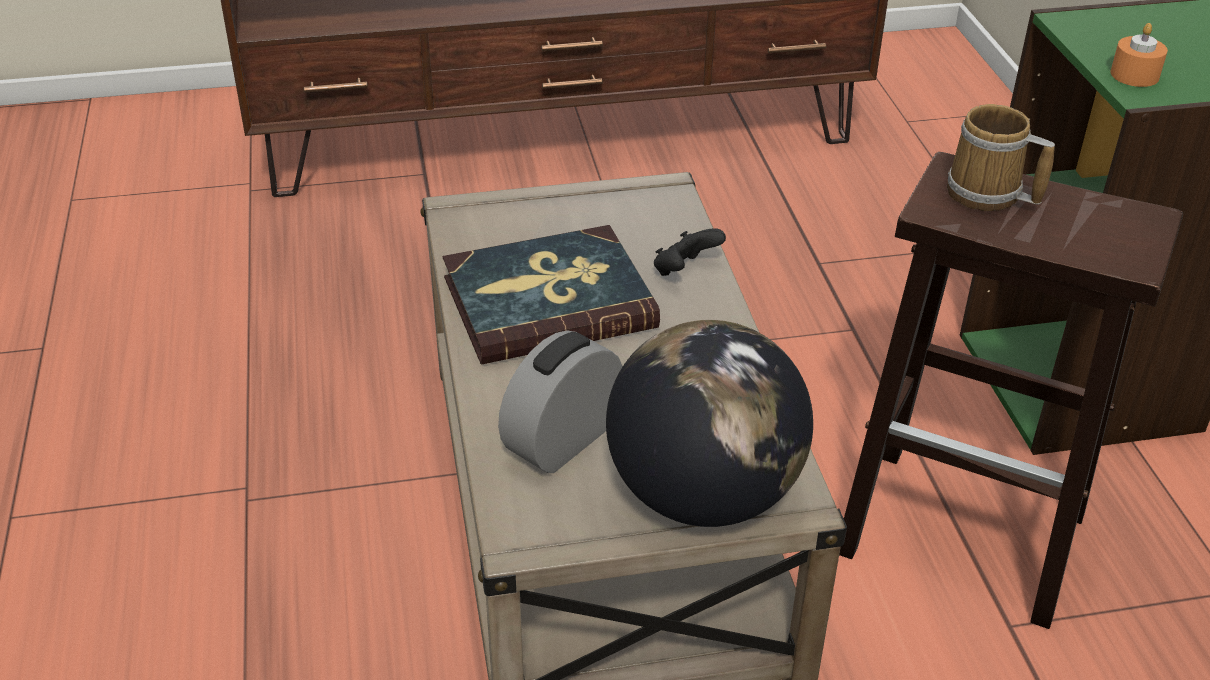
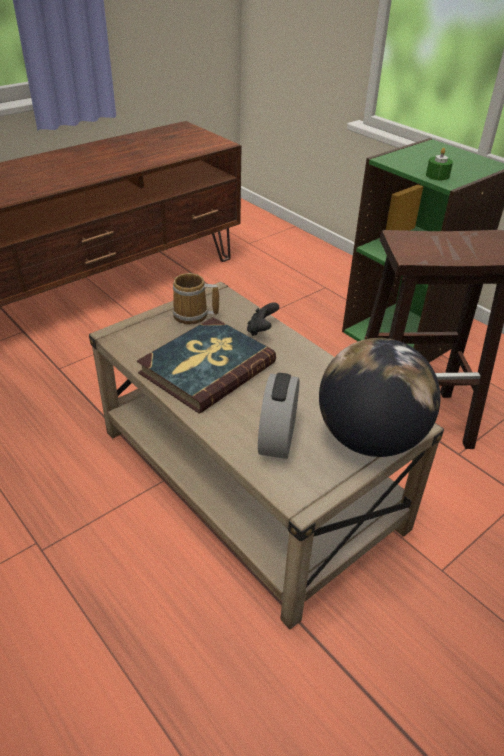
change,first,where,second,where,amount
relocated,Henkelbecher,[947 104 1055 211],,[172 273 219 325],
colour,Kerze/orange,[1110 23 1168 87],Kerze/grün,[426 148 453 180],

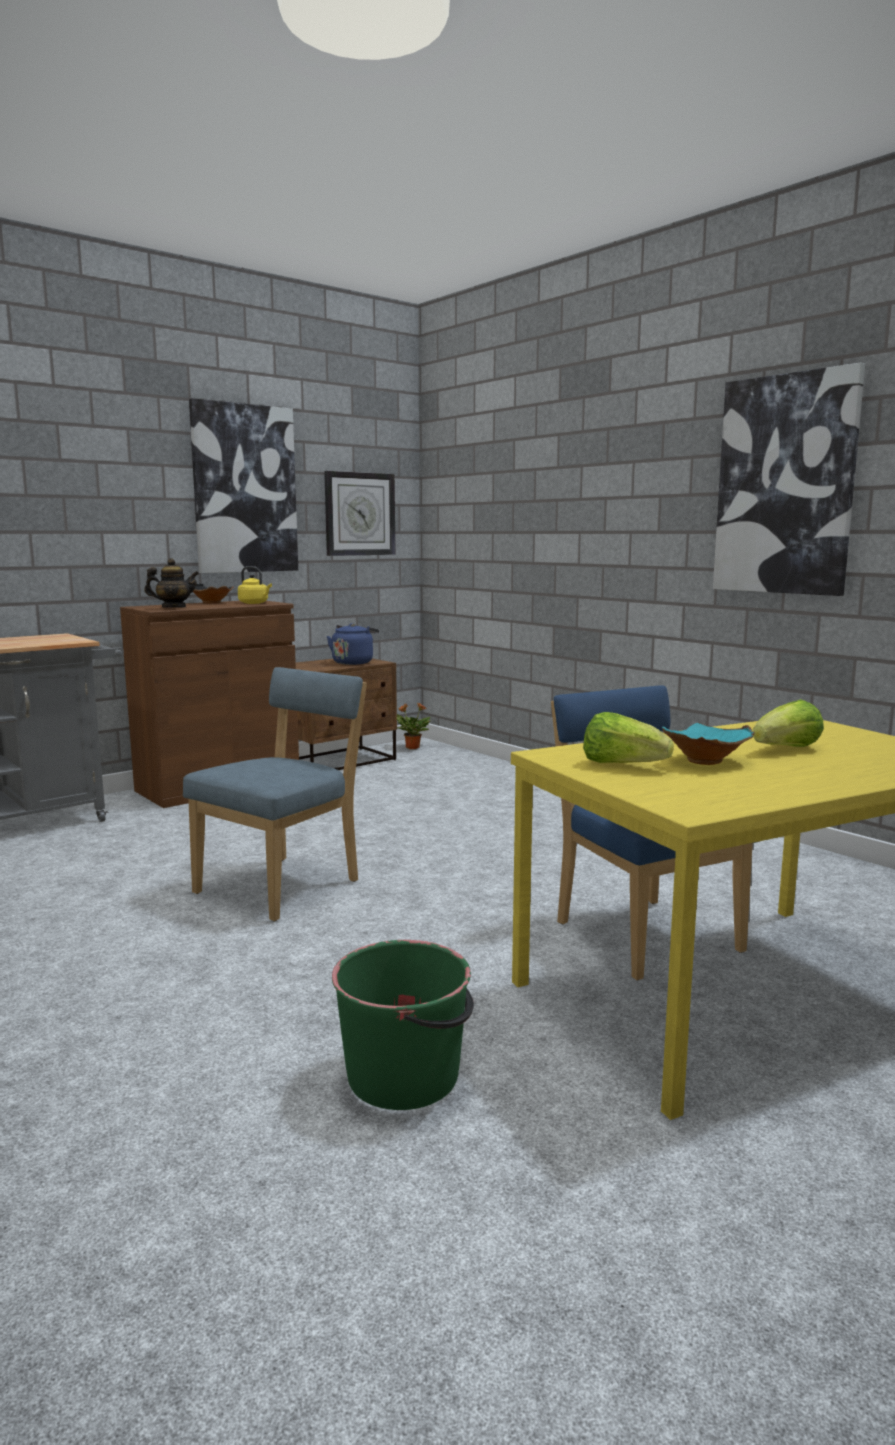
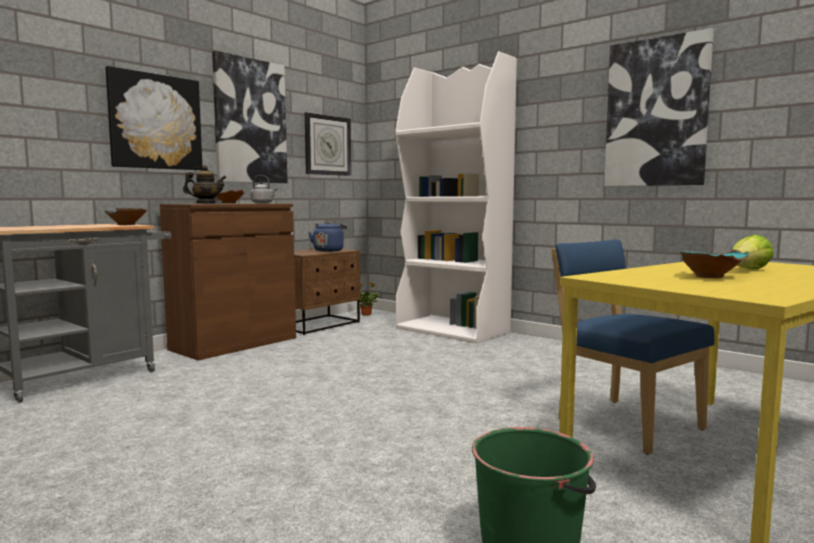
change,first,where,second,where,amount
appeared,,,Schüssel/schwarz,[104 208 147 225],
appeared,,,Bild,[105 66 202 170],
colour,Wasserkessel/gelb,[238 566 272 604],Wasserkessel/grau,[250 175 278 203],
appeared,,,Bücherregal/weiß,[395 51 517 343],
missing,Stuhl/blau,[183 667 367 921],,,
missing,Salatkopf,[583 712 674 763],,,

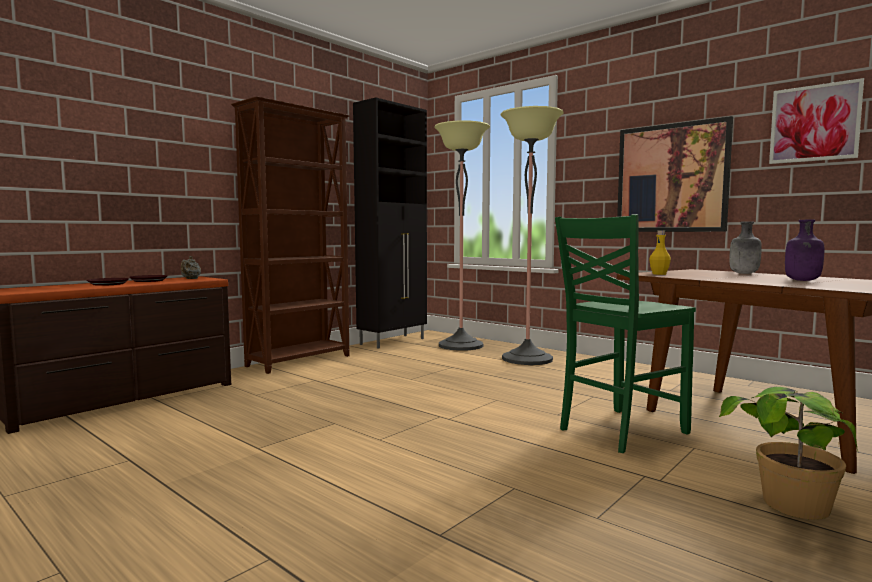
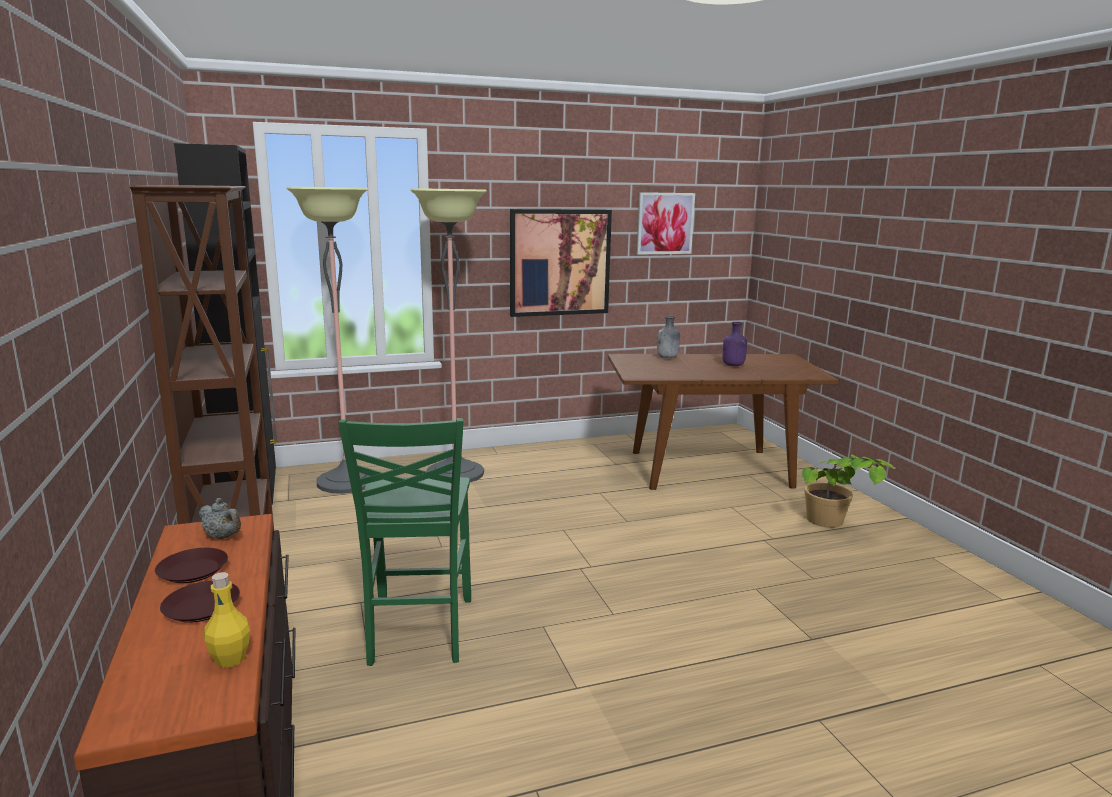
change,first,where,second,where,amount
relocated,Flasche/gelb,[649 230 671 275],,[204 572 250 668],
relocated,Stuhl/grün,[555 214 696 453],,[338 418 471 666],

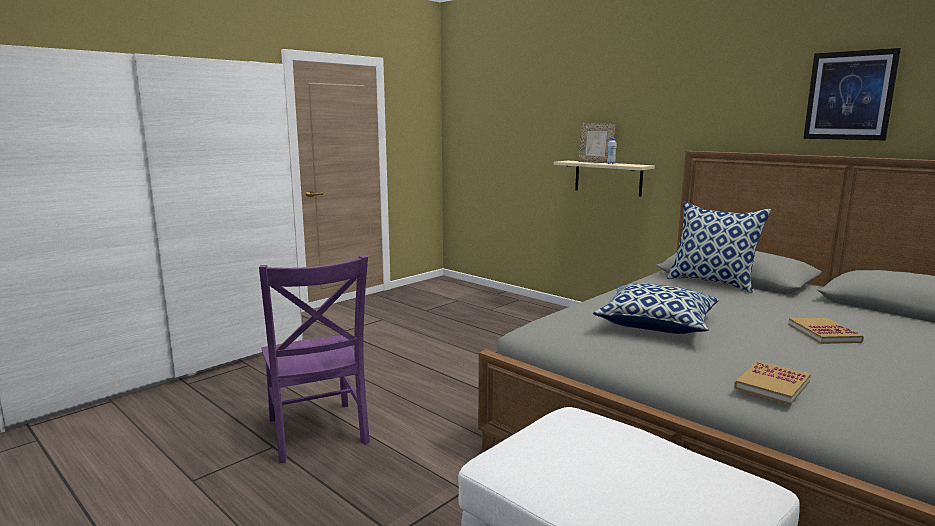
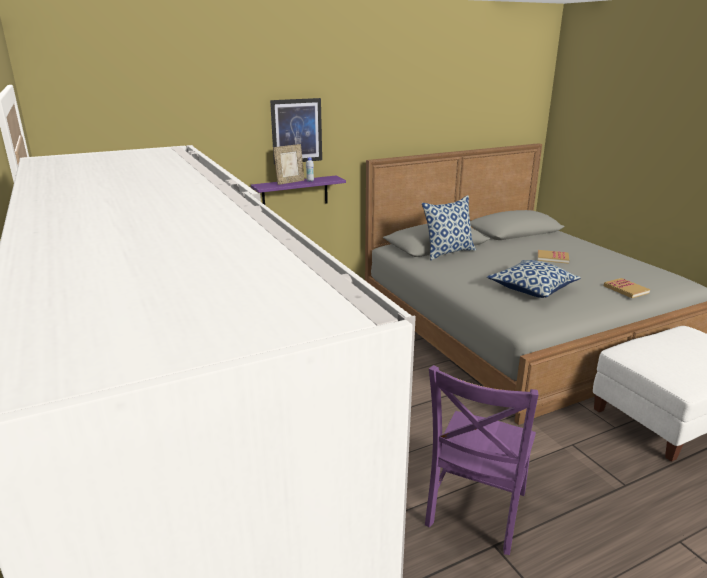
change,first,where,second,where,amount
colour,Wandregal/beige,[554 161 655 197],Wandregal/lila,[251 176 346 205],
relocated,Bild,[803 48 901 140],,[270 98 322 165],
spun,Stuhl/lila,[259 255 370 463],,[425 365 538 555],120 degrees clockwise

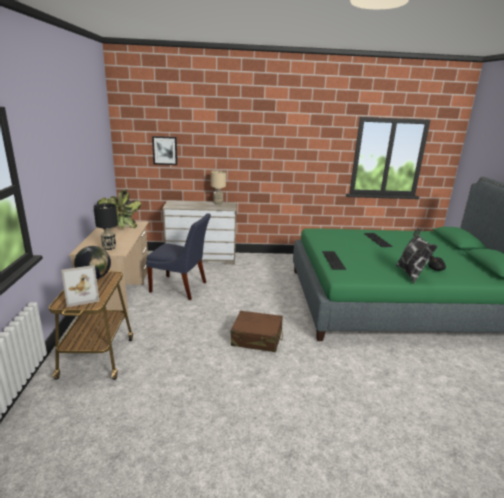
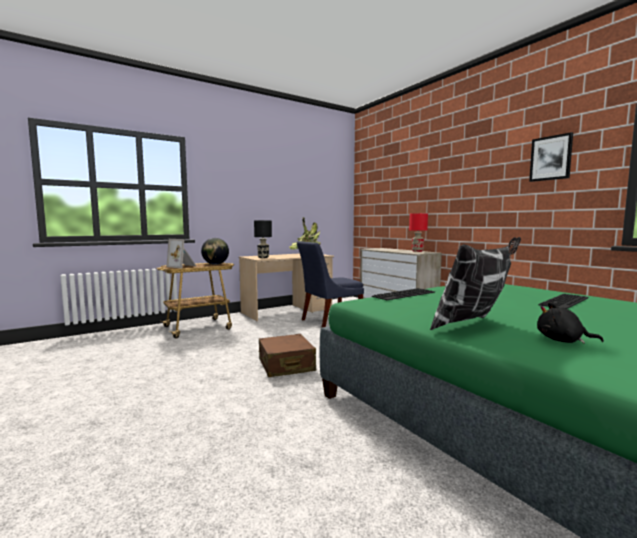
change,first,where,second,where,amount
spun,Stuhl/blau,[146 213 211 300],,[297 241 364 327],75 degrees clockwise
colour,Tischlampe/beige,[211 170 226 205],Tischlampe/rot,[409 213 428 252],
relocated,Bild,[152 136 177 165],,[529 132 573 182],

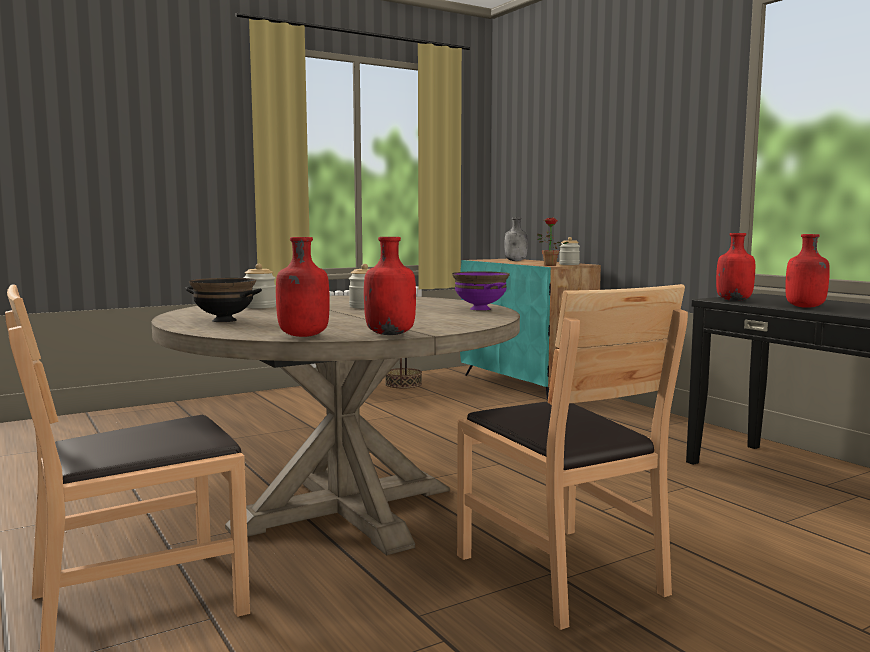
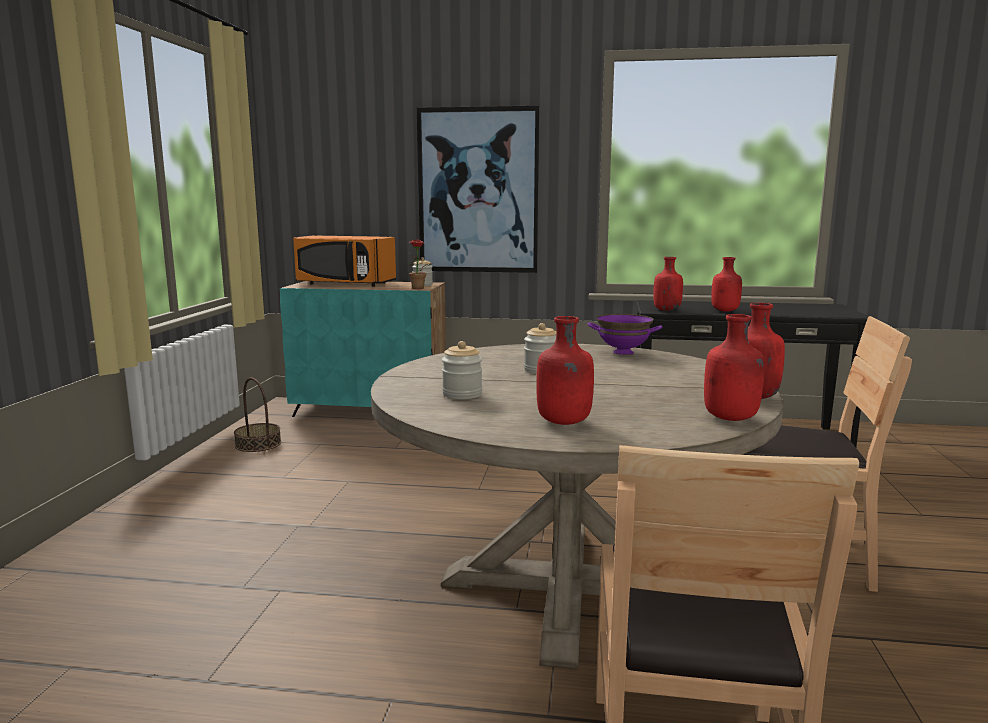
change,first,where,second,where,amount
exchanged,Flasche/grau,[504 218 528 261],Mikrowelle/orange,[293 236 396 287],
appeared,,,Bild,[417 105 539 273],
exchanged,Schüssel/schwarz,[186 278 262 322],Flasche/rot,[536 316 594 425],

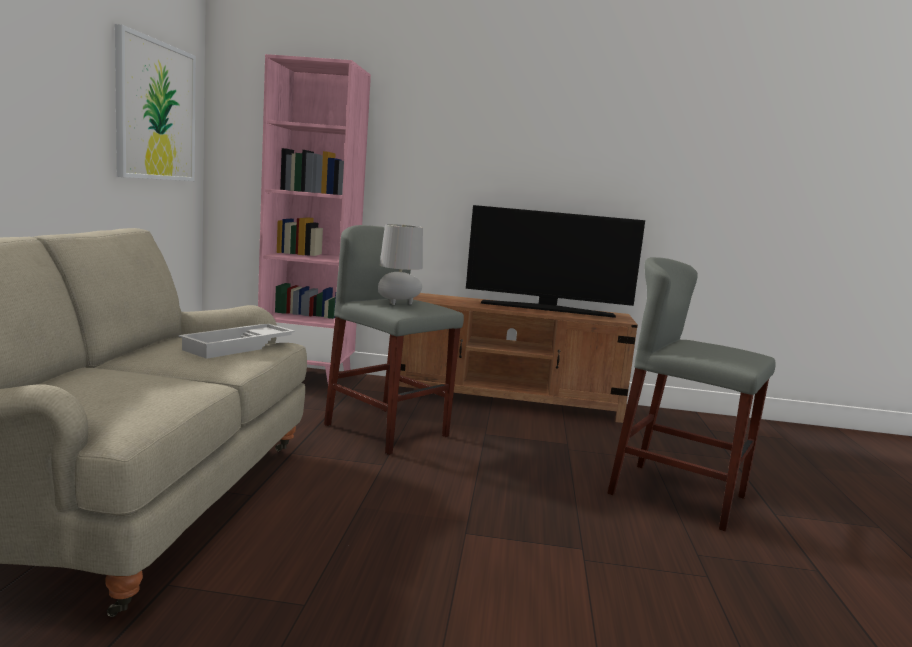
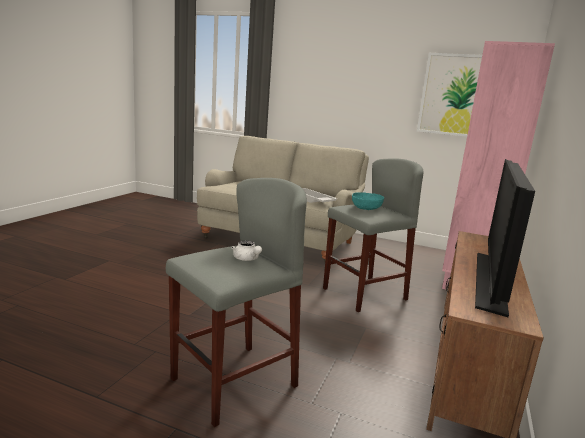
change,first,where,second,where,amount
appeared,,,Teekanne/weiß,[231 241 262 261],
exchanged,Tischlampe/grau,[378 224 423 305],Schüssel/türkis,[352 192 384 210],

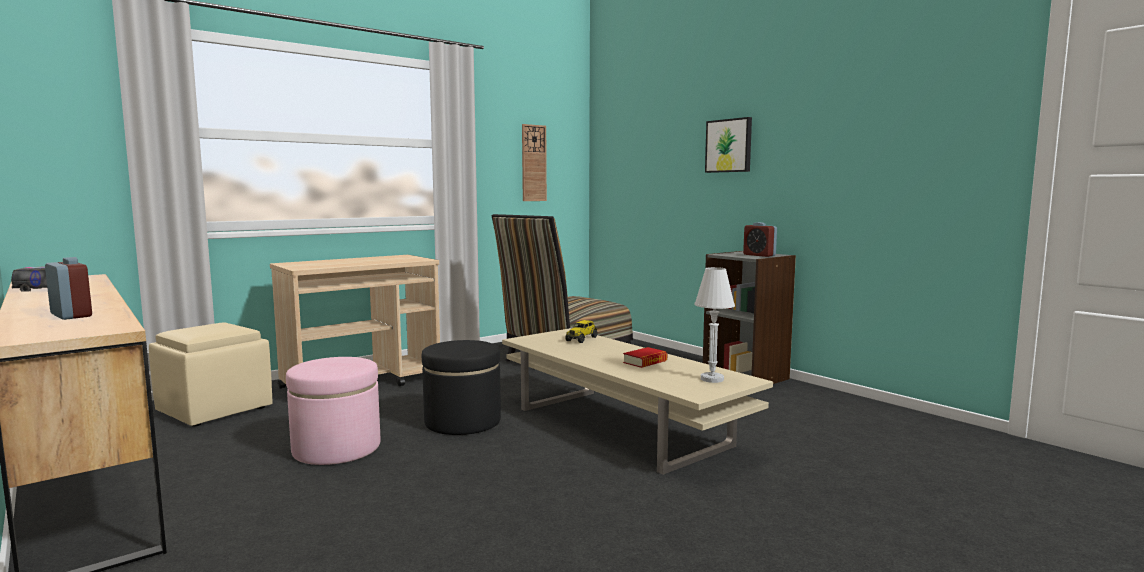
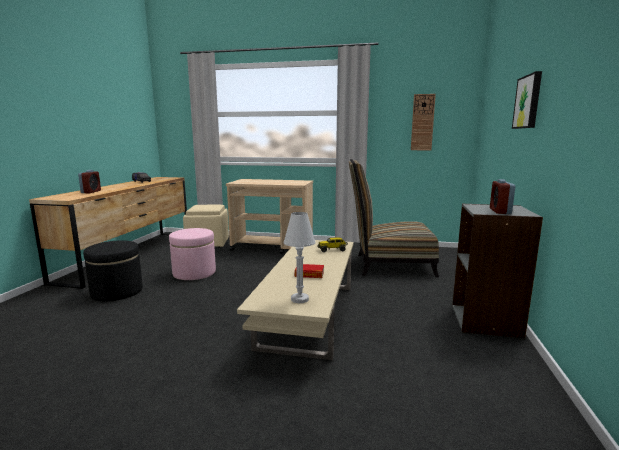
change,first,where,second,where,amount
relocated,Polsterhocker/schwarz,[422 340 501 435],,[83 240 143 301],

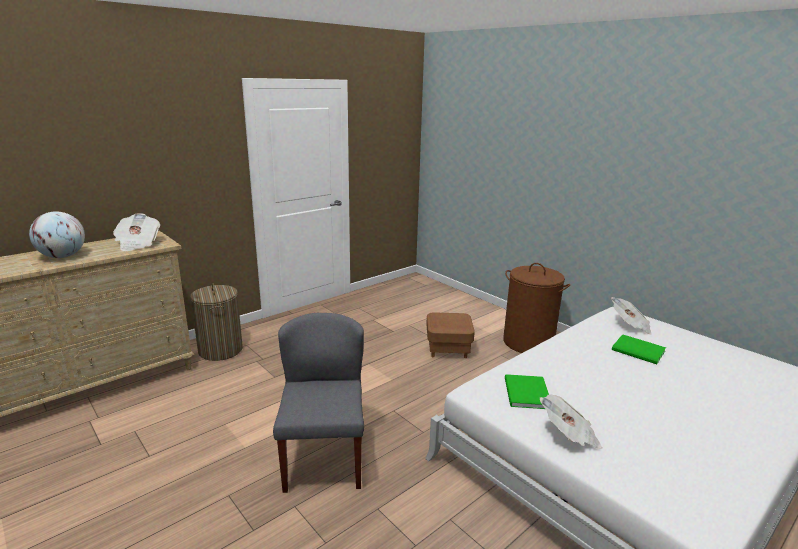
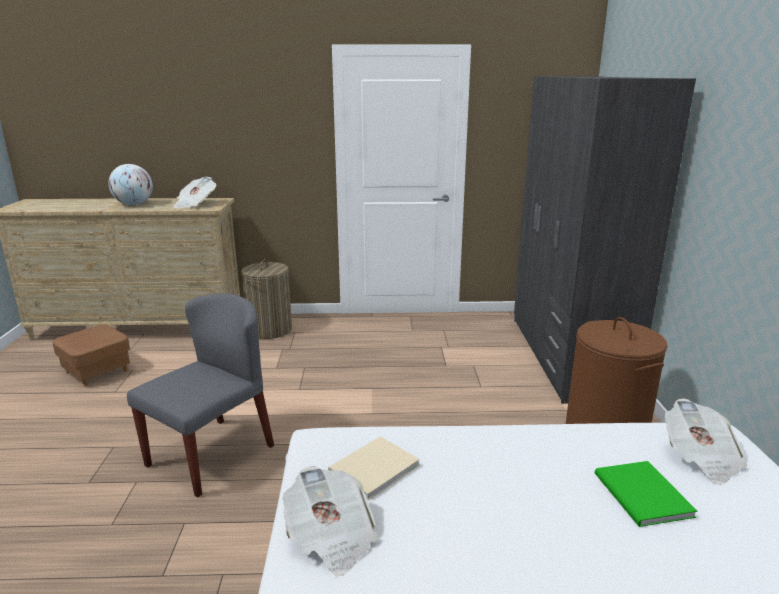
change,first,where,second,where,amount
relocated,Polsterhocker/braun,[426 312 475 358],,[52 324 130 387],
colour,Buch/grün,[505 374 549 409],Buch/beige,[328 436 420 500],
appeared,,,Kleiderschrank/grau,[514 77 696 404],

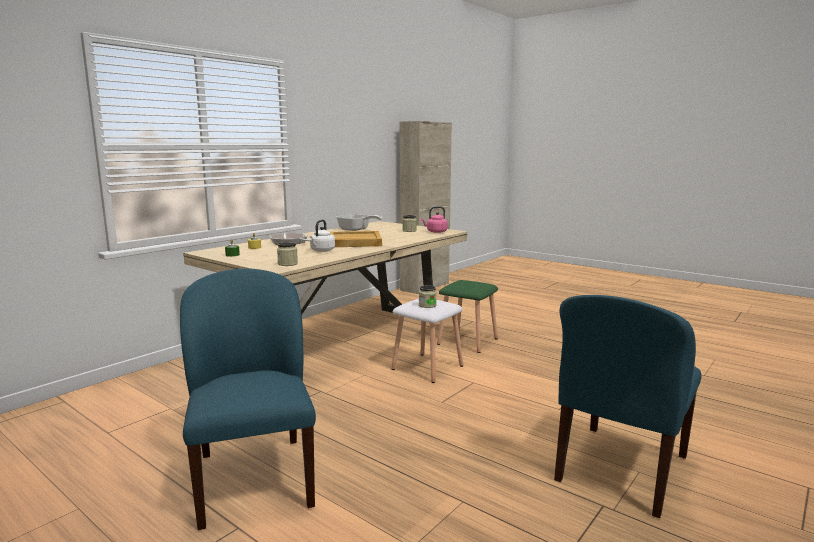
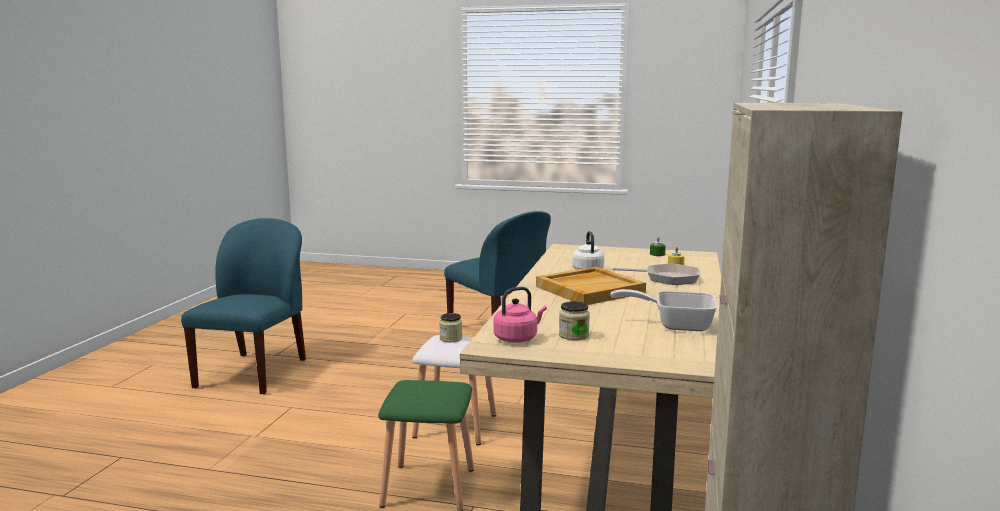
change,first,where,second,where,amount
missing,Vorratsglas,[277 242 298 266],,,

